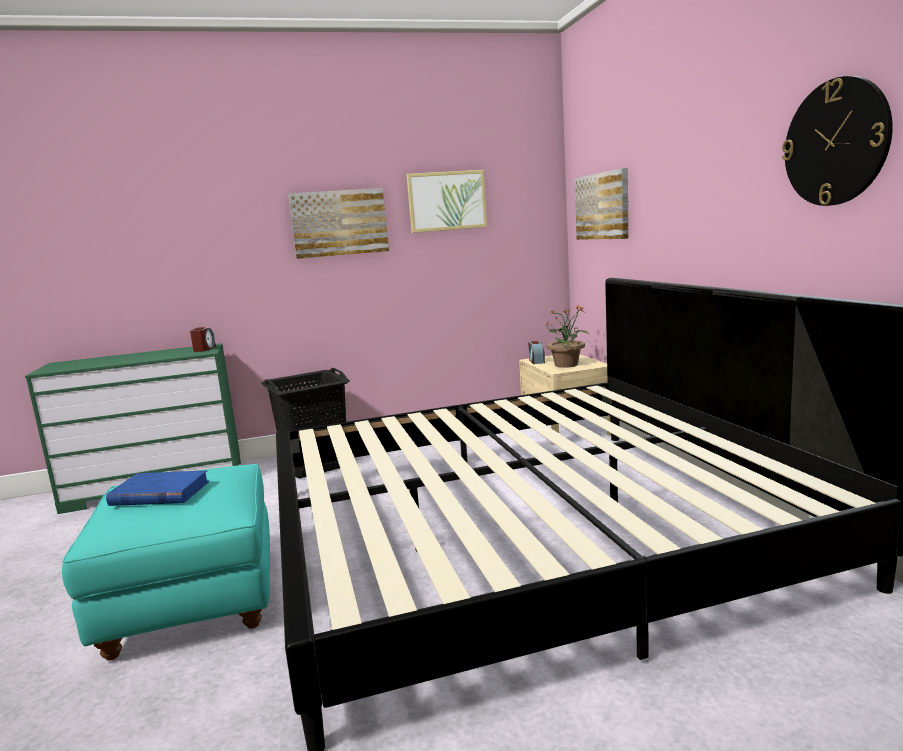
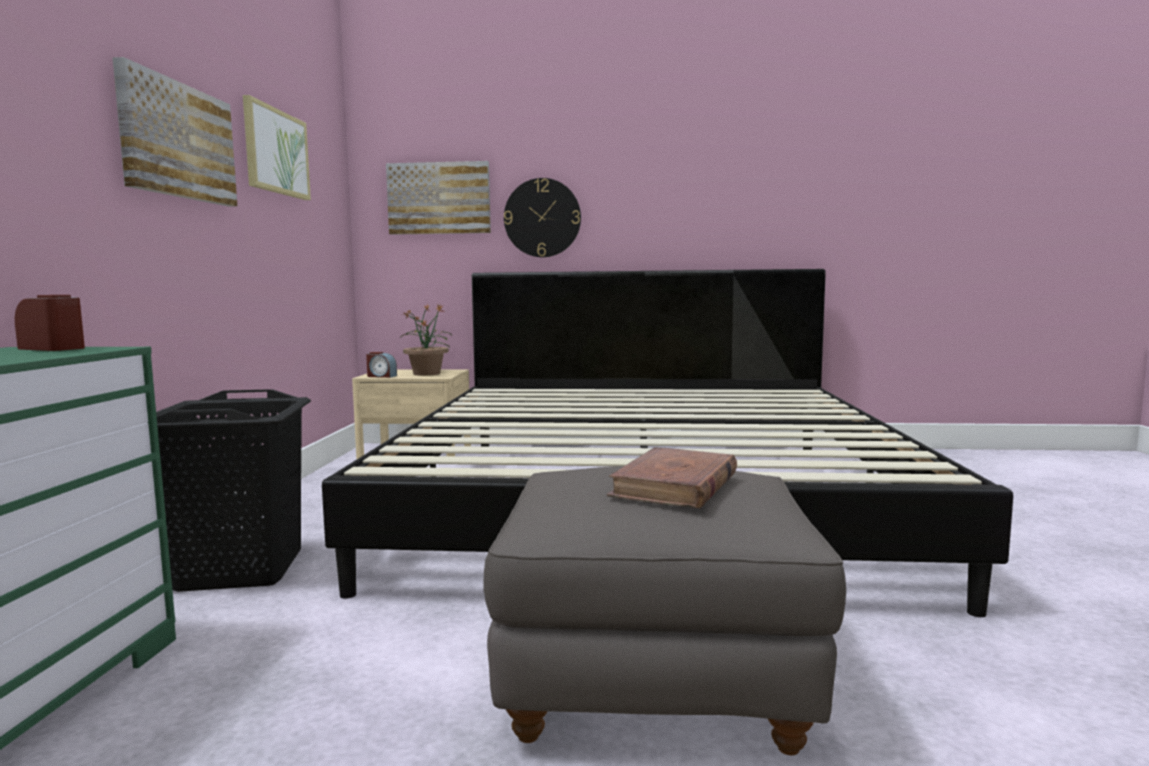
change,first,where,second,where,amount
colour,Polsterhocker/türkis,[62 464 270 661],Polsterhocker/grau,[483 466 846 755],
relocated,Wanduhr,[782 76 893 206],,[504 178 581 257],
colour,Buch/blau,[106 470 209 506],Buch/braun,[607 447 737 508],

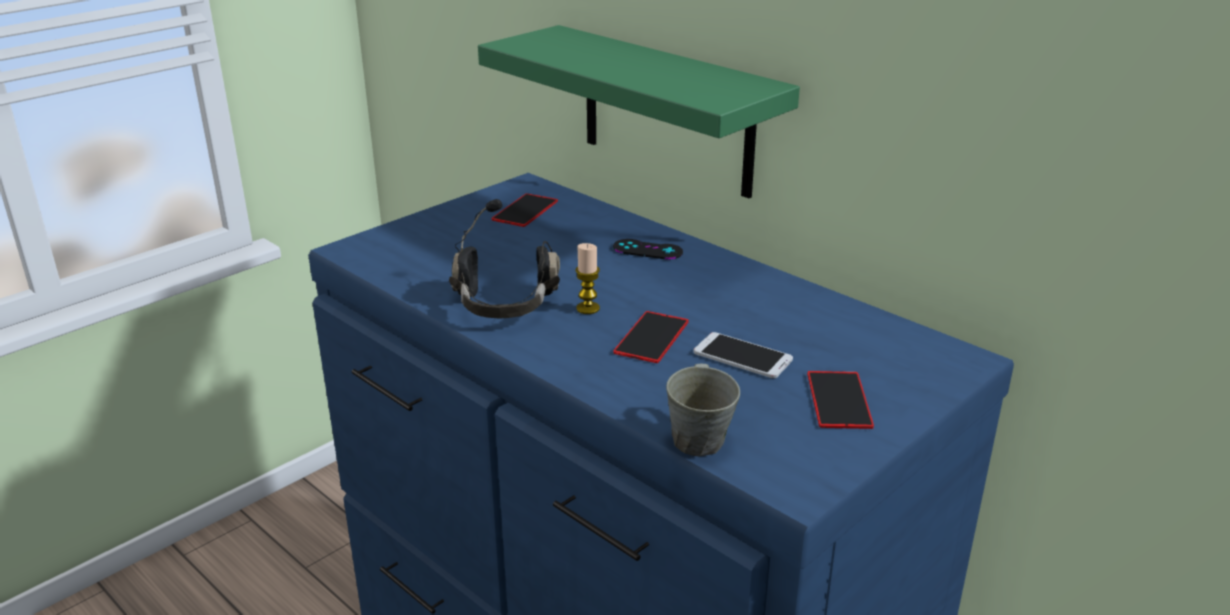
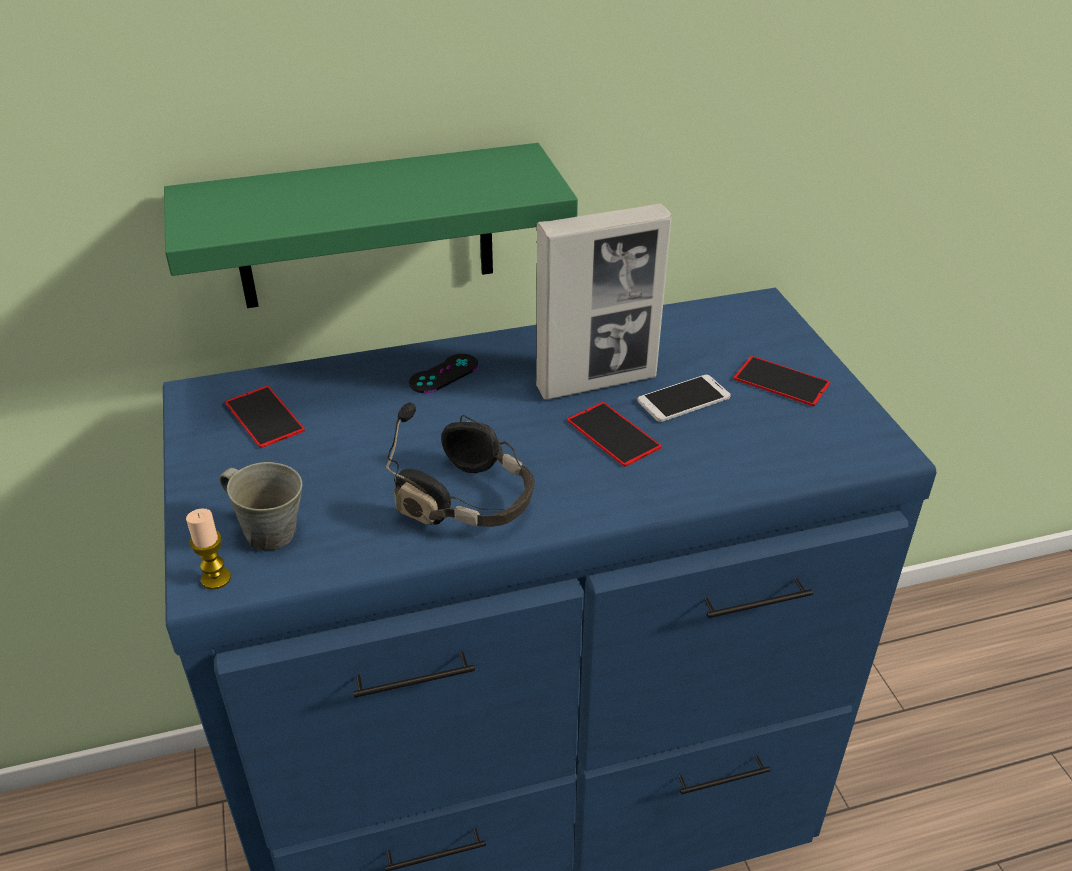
change,first,where,second,where,amount
relocated,Kerze,[575 243 600 314],,[186 509 231 590],
relocated,Henkelbecher/grau,[666 364 740 456],,[220 462 302 550],
appeared,,,Bilderrahmen,[536 204 671 400],

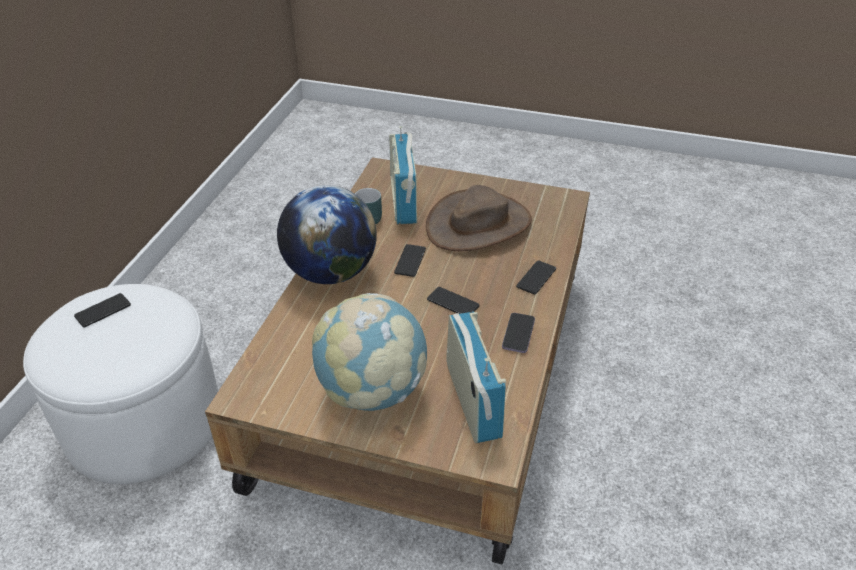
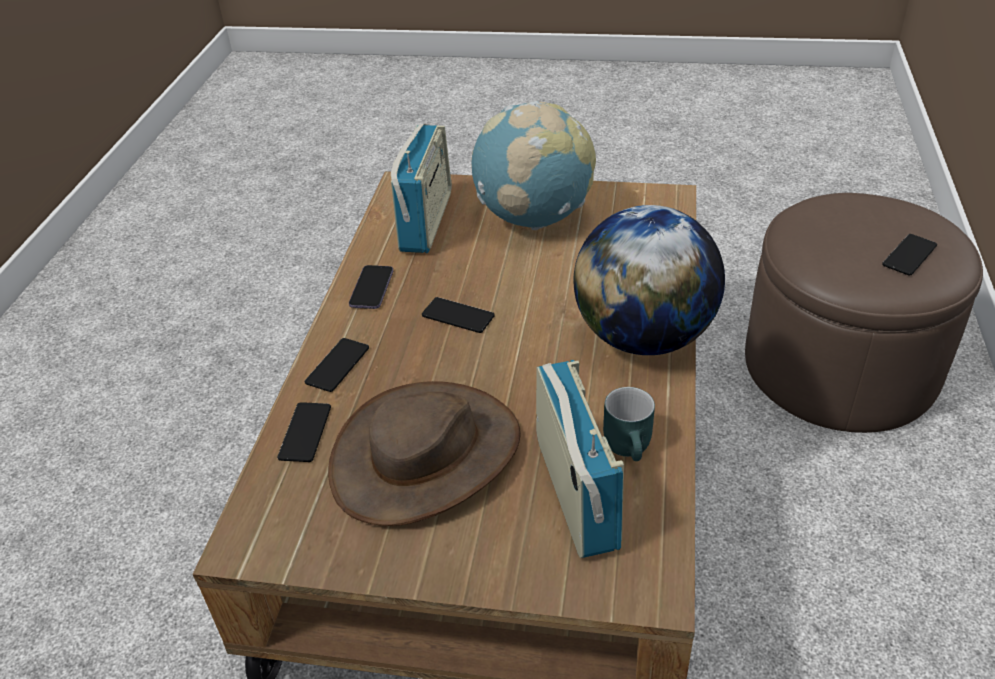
change,first,where,second,where,amount
relocated,Handy,[394 244 426 277],,[277 402 331 462],
spun,Radio,[447 311 506 443],,[391 124 452 253],150 degrees counterclockwise
colour,Polsterhocker/weiß,[23 284 218 484],Polsterhocker/braun,[745 193 983 433],

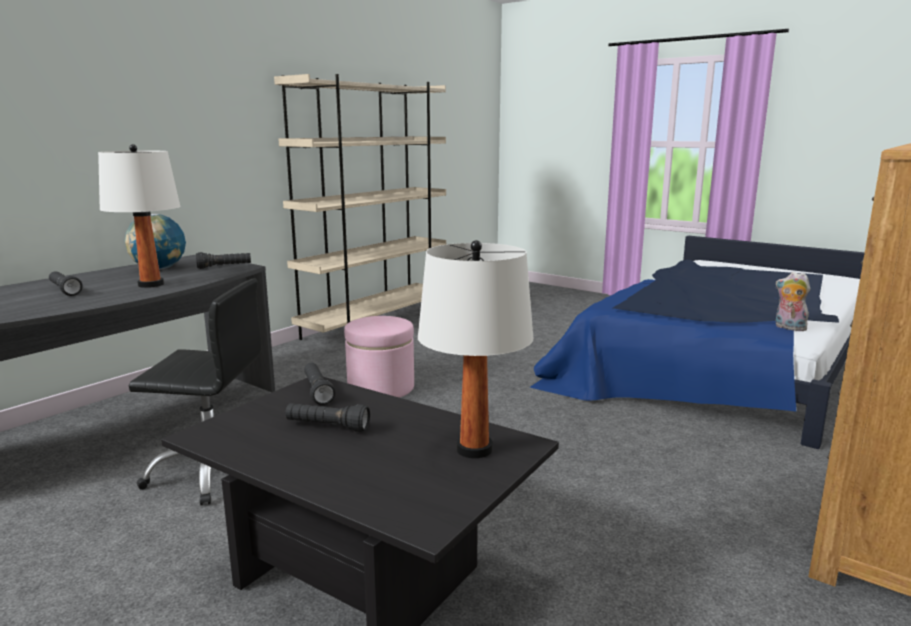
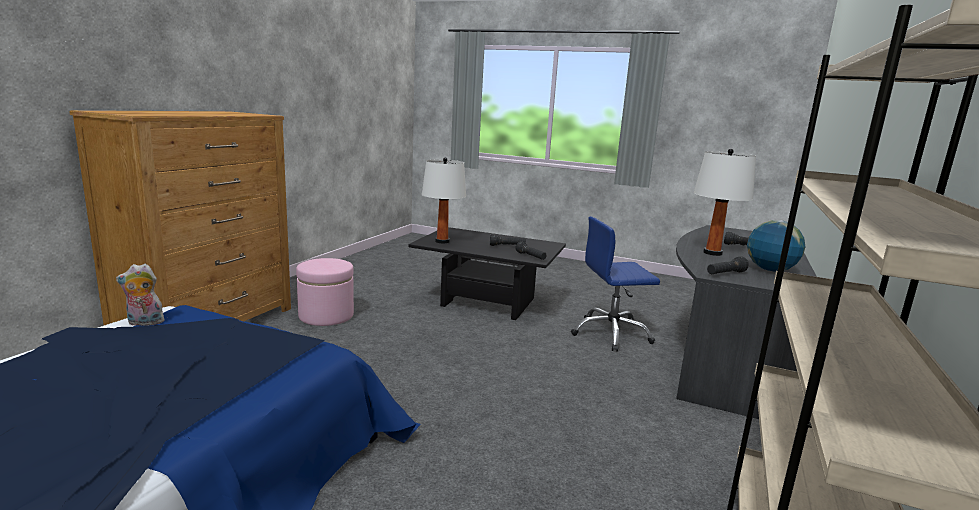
change,first,where,second,where,amount
spun,Plüschtier,[776 272 811 331],,[116 264 165 326],135 degrees clockwise
relocated,Polsterhocker/rosa,[344 316 414 398],,[296 258 354 326],
colour,Bürostuhl/schwarz,[129 279 261 505],Bürostuhl/blau,[571 216 660 352],

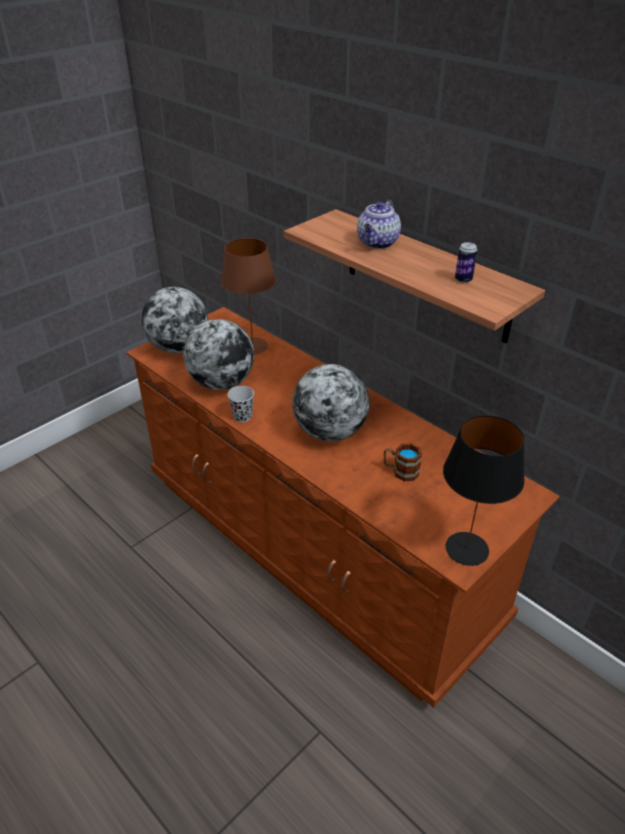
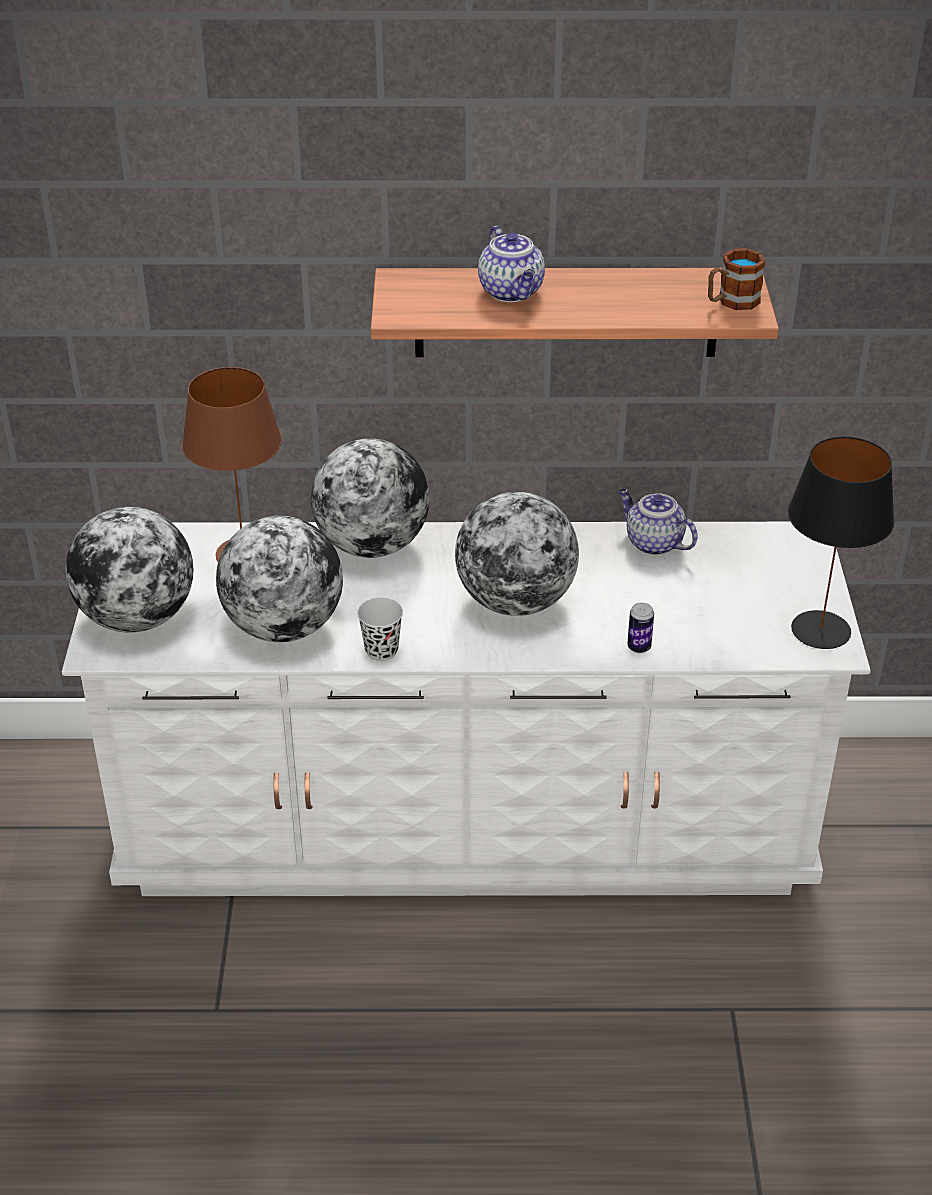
change,first,where,second,where,amount
colour,Kommode/braun,[126 307 560 708],Kommode/weiß,[62 522 871 896],
appeared,,,Globus,[311 438 430 558],
appeared,,,Teekanne,[618 488 698 556],
relocated,Dose,[455 242 477 283],,[627 602 654 653],
relocated,Henkelbecher,[384 443 422 481],,[708 248 766 310],

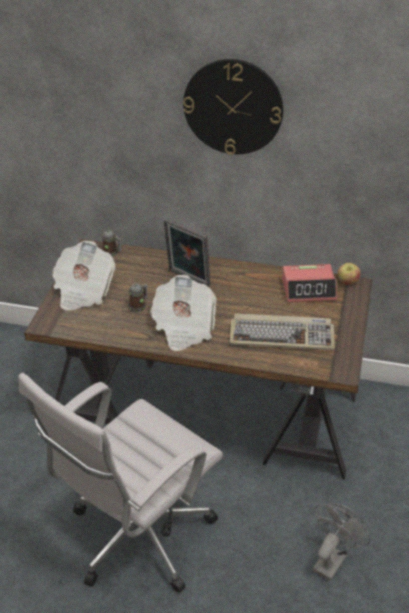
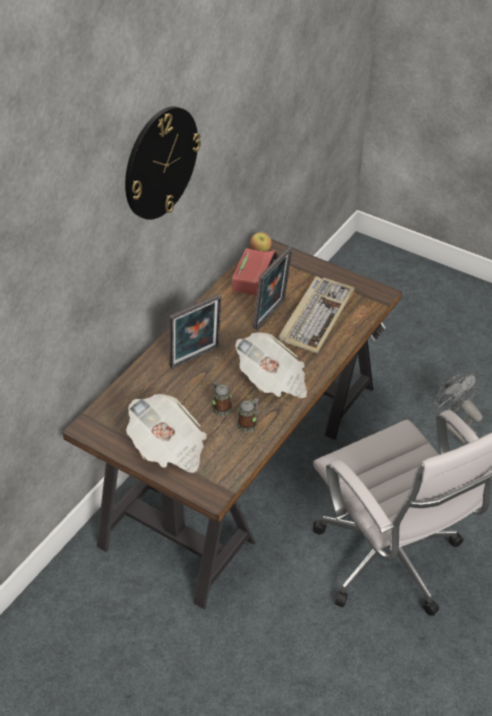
change,first,where,second,where,amount
relocated,Henkelbecher,[102 230 122 257],,[236 398 258 432],
appeared,,,Bilderrahmen,[253 247 293 330],

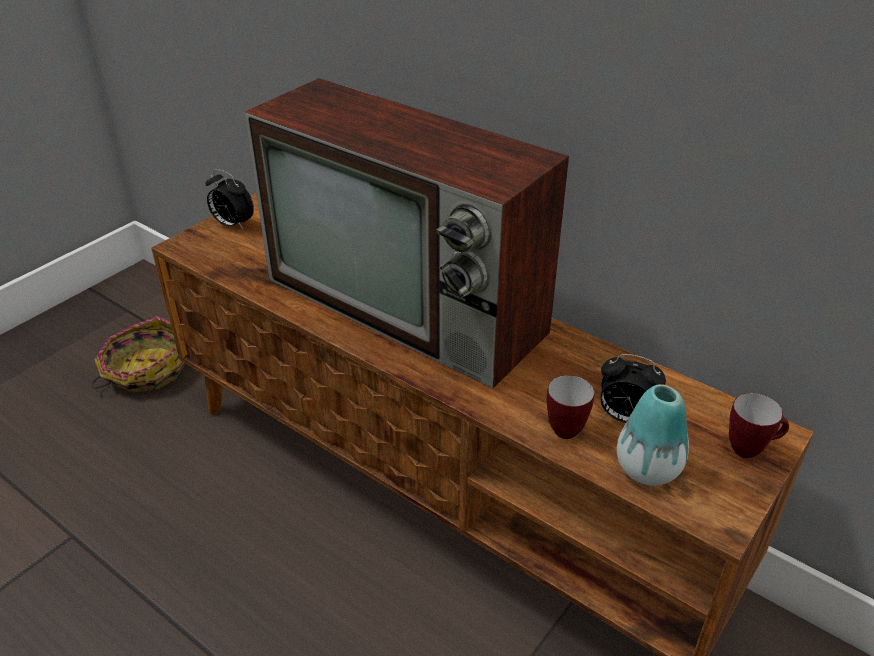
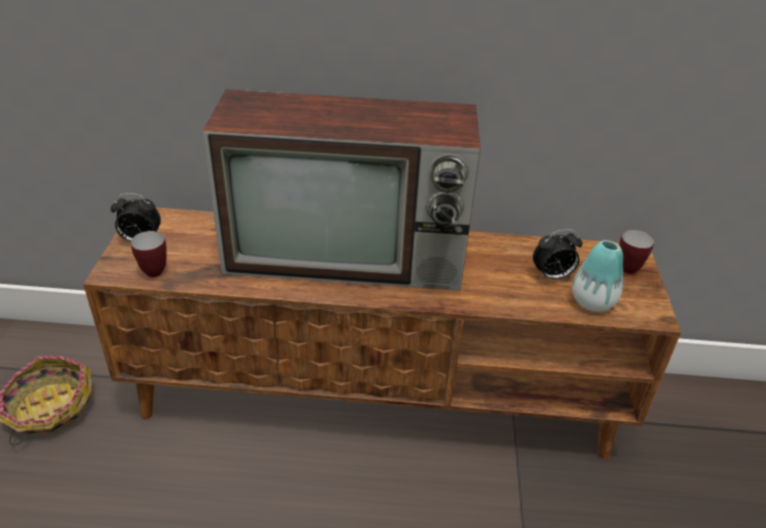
change,first,where,second,where,amount
relocated,Henkelbecher,[547 375 594 439],,[131 231 167 277],

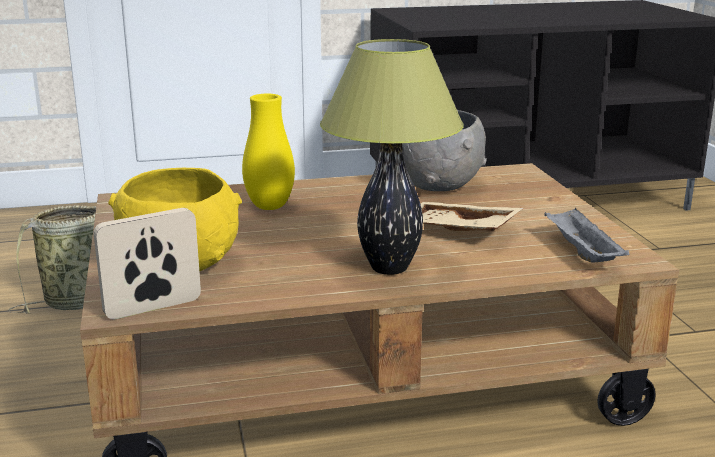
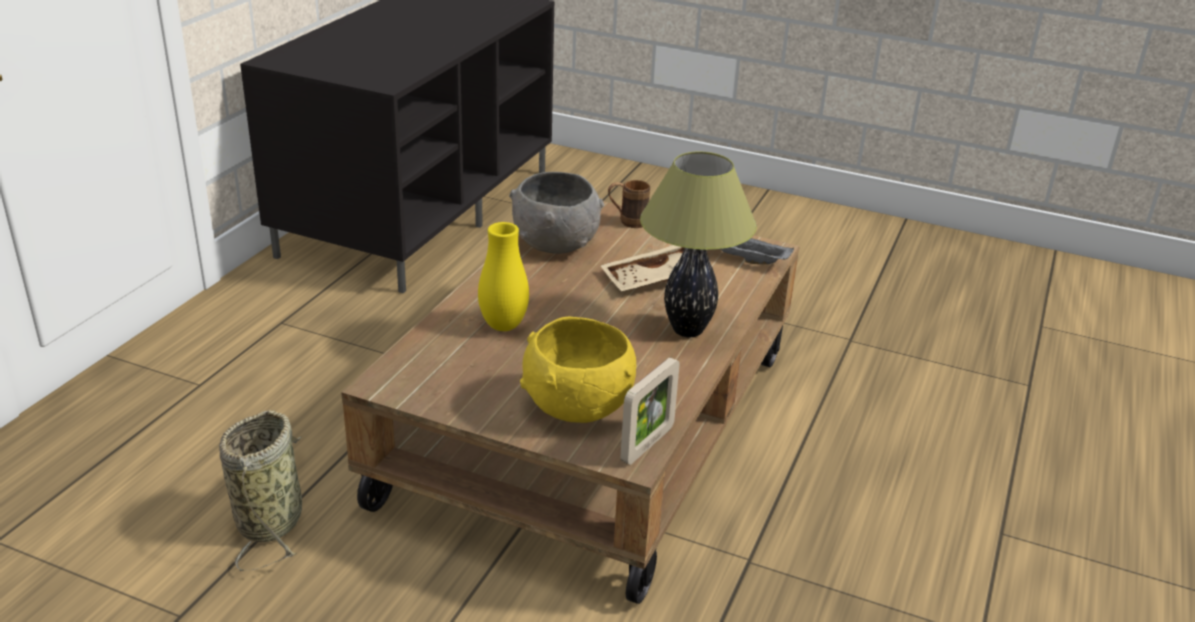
change,first,where,second,where,amount
appeared,,,Henkelbecher/braun,[608 180 650 228],
spun,Bilderrahmen,[94 208 201 320],,[620 358 680 465],150 degrees counterclockwise

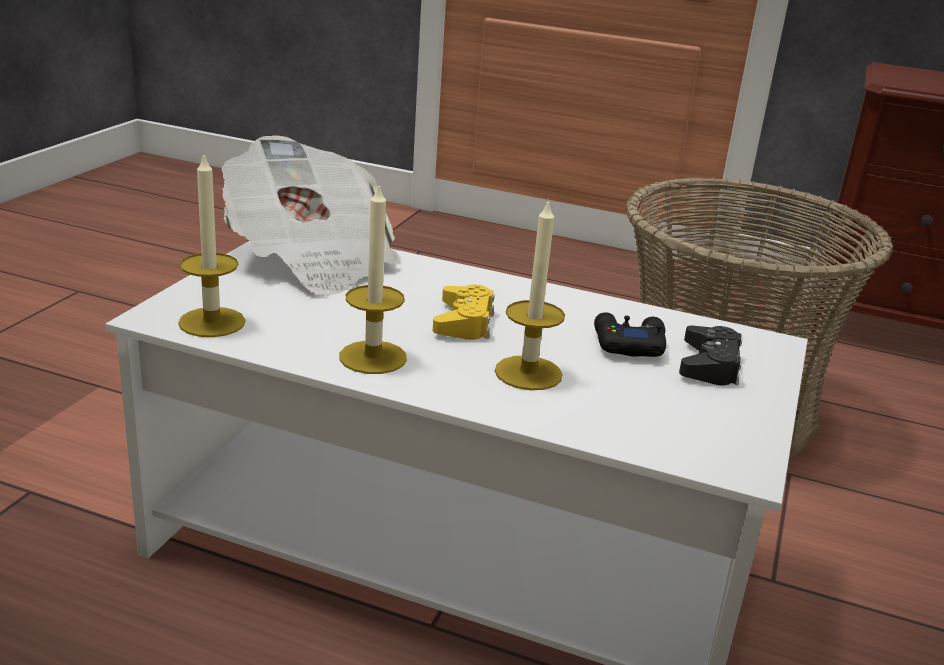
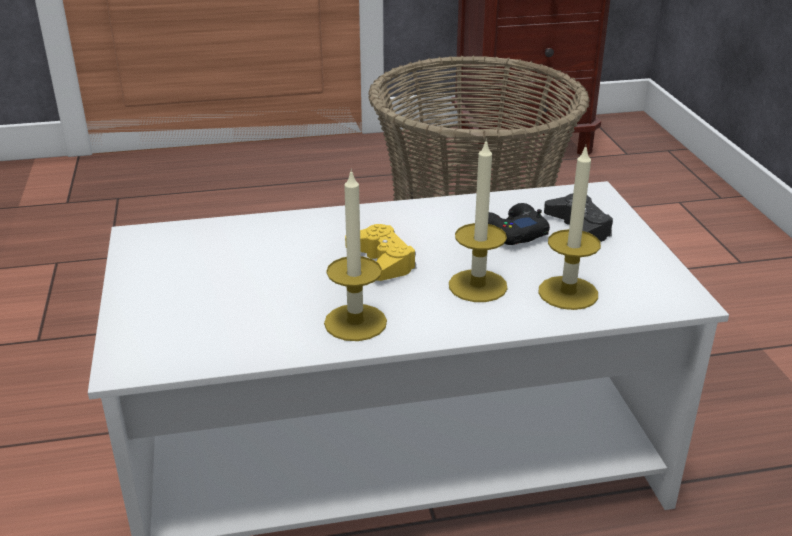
change,first,where,second,where,amount
relocated,Kerze,[178 152 246 337],,[538 144 601 310],
missing,Zeitung,[222 135 398 296],,,

